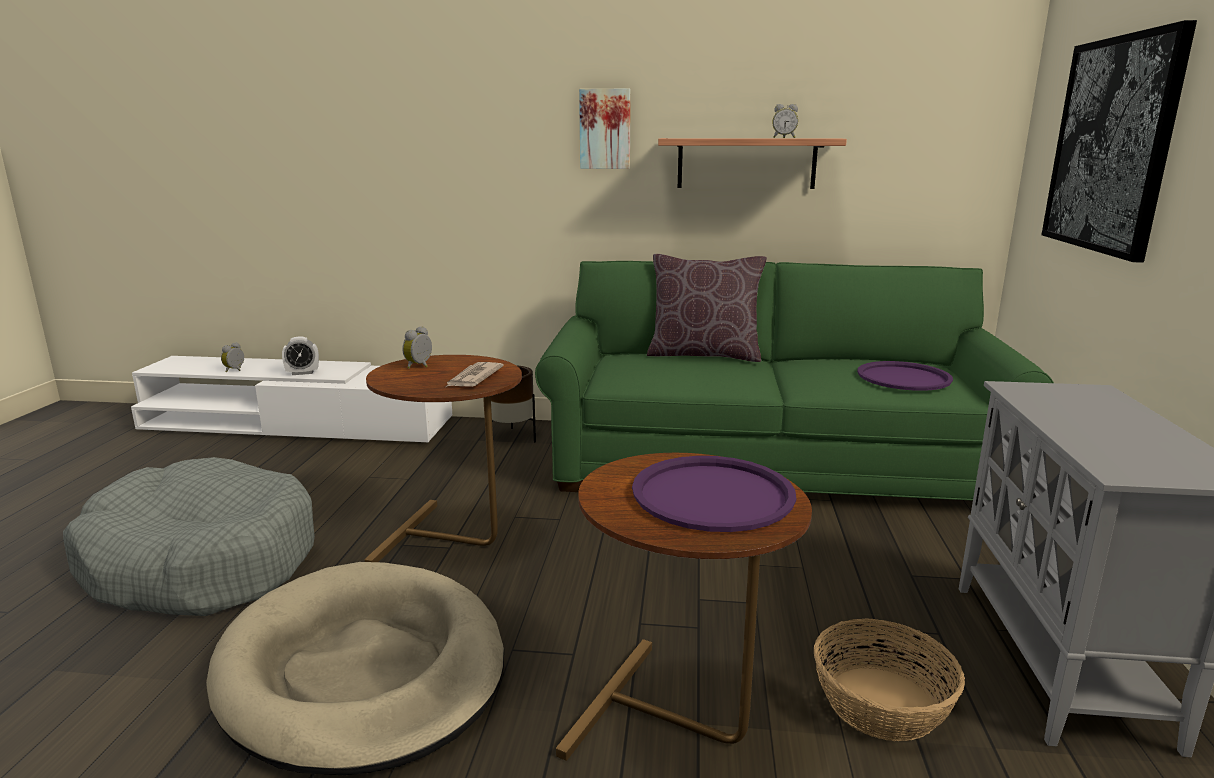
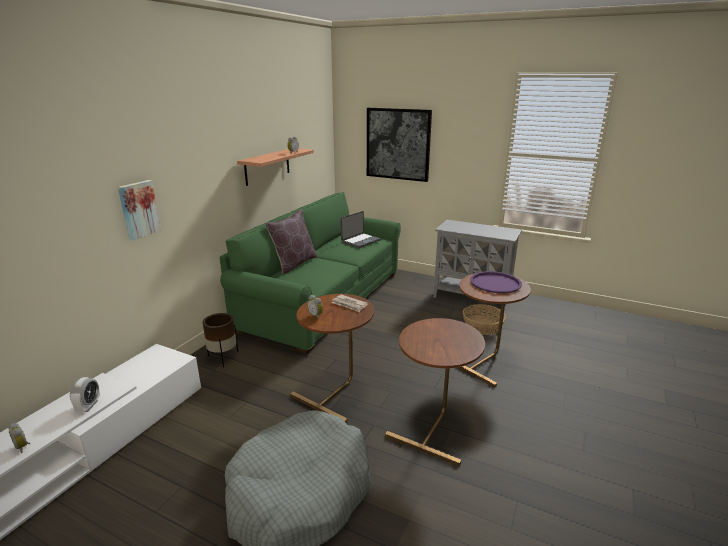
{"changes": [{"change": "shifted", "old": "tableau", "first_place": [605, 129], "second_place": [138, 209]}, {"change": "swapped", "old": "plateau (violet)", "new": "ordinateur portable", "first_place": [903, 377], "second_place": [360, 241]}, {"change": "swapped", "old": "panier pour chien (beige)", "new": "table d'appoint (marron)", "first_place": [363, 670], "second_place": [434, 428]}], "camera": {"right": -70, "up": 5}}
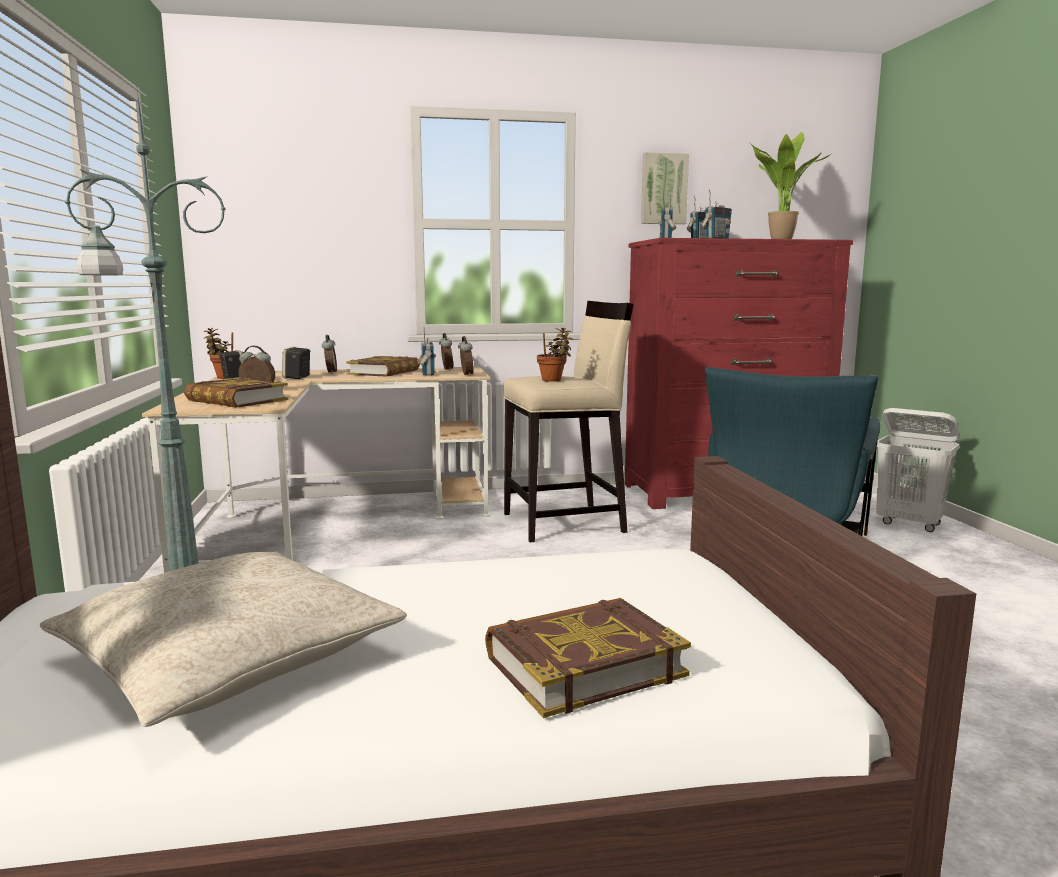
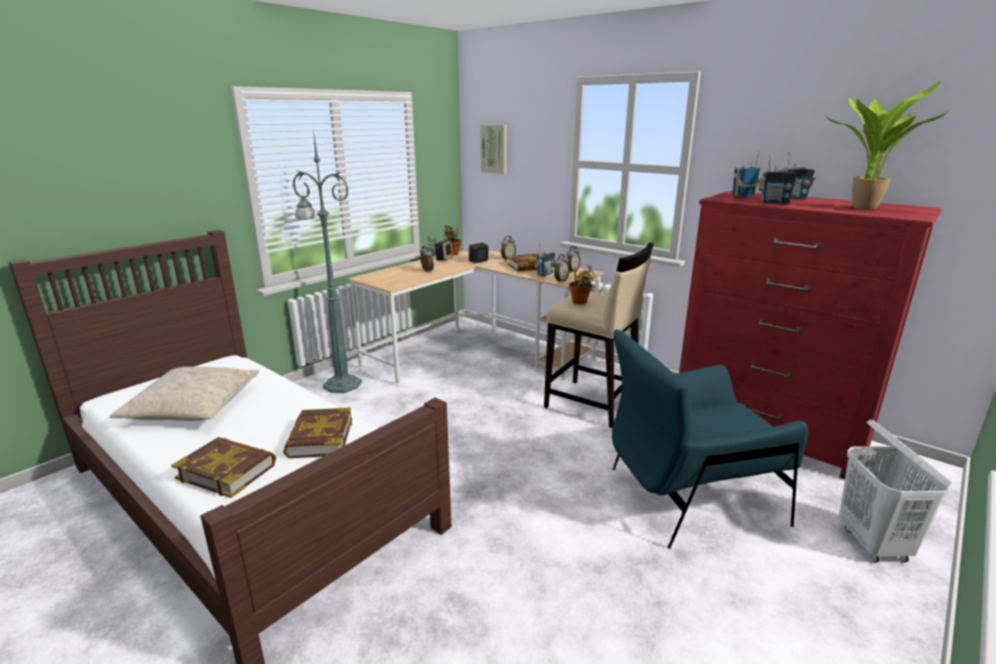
{"changes": [{"change": "shifted", "old": "tableau", "first_place": [663, 189], "second_place": [494, 149]}, {"change": "shifted", "old": "livre", "first_place": [236, 400], "second_place": [320, 438]}], "camera": {"right": 50, "up": 10}}
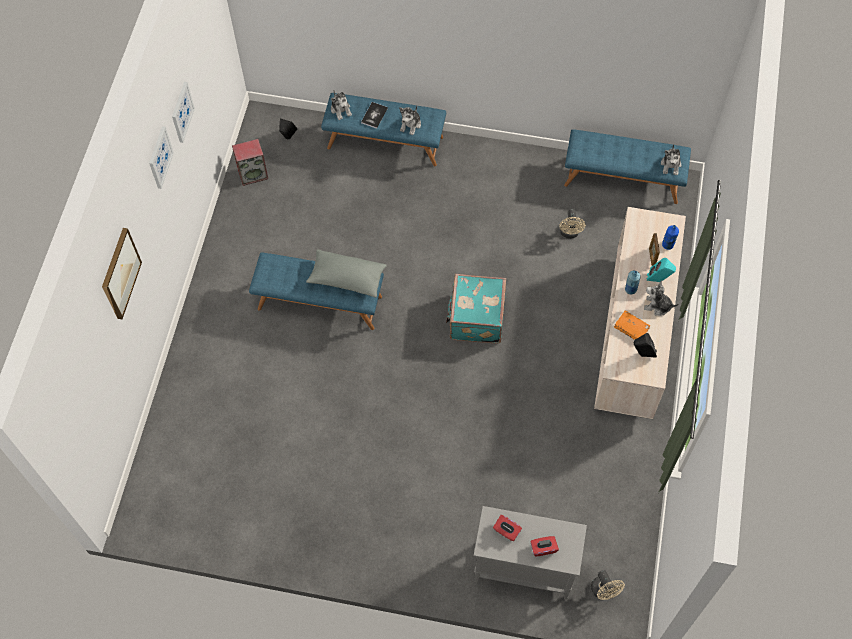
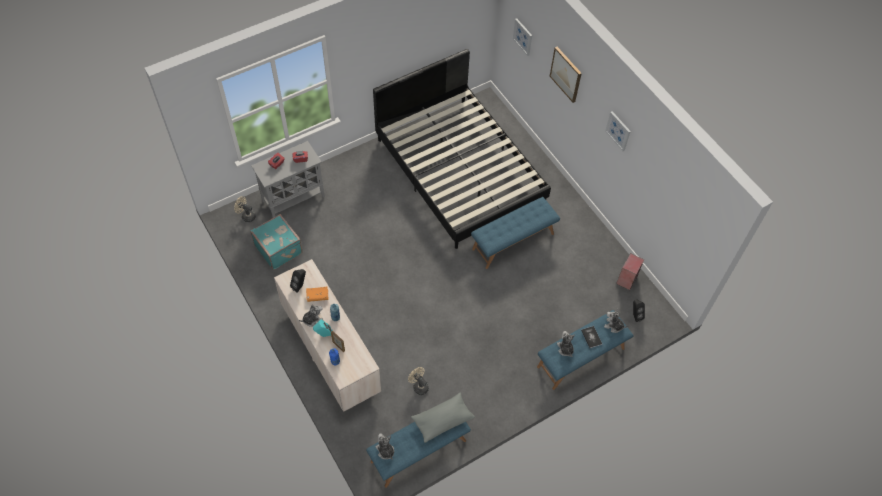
{"changes": [{"change": "shifted", "old": "tableau", "first_place": [182, 112], "second_place": [523, 36]}, {"change": "shifted", "old": "coussin (gris)", "first_place": [347, 278], "second_place": [442, 420]}, {"change": "shifted", "old": "valise (turquoise)", "first_place": [475, 318], "second_place": [279, 248]}, {"change": "new", "new": "lit (noir)", "second_place": [460, 170]}], "camera": {"right": 135, "up": -5}}
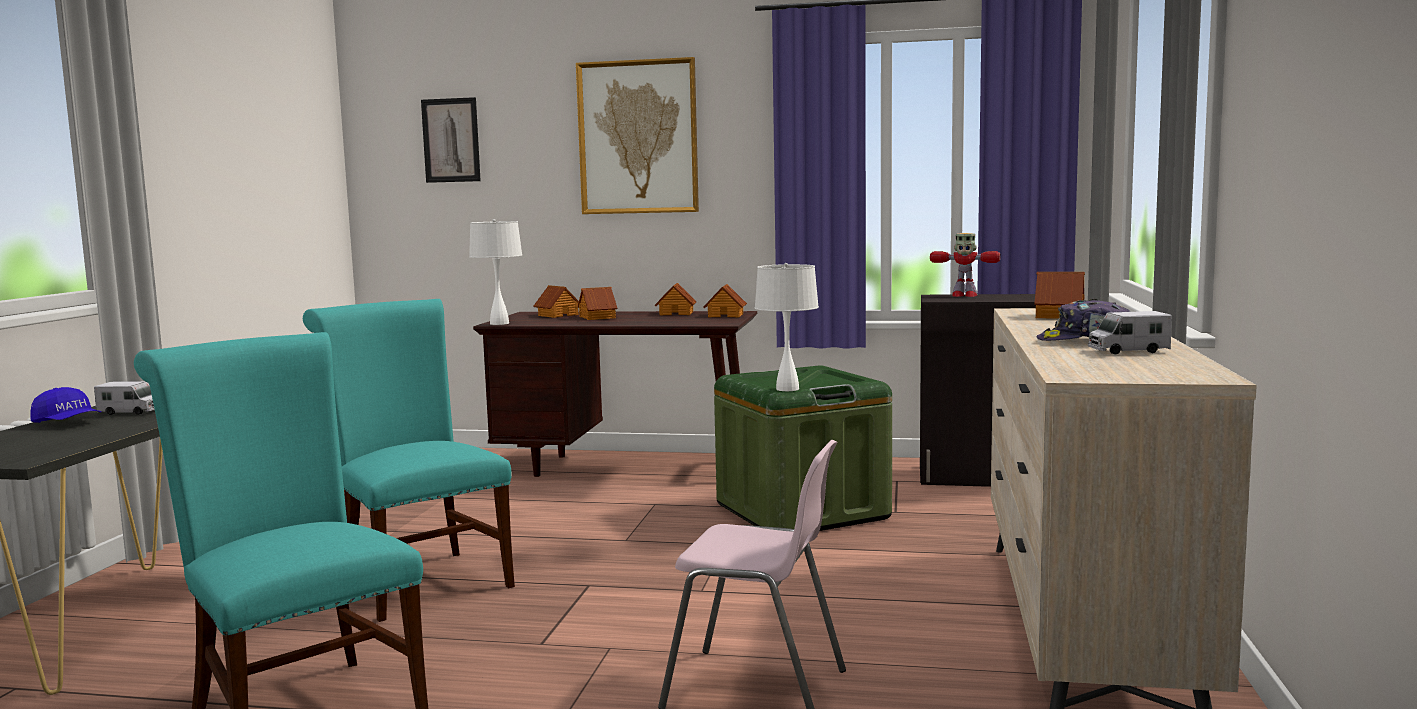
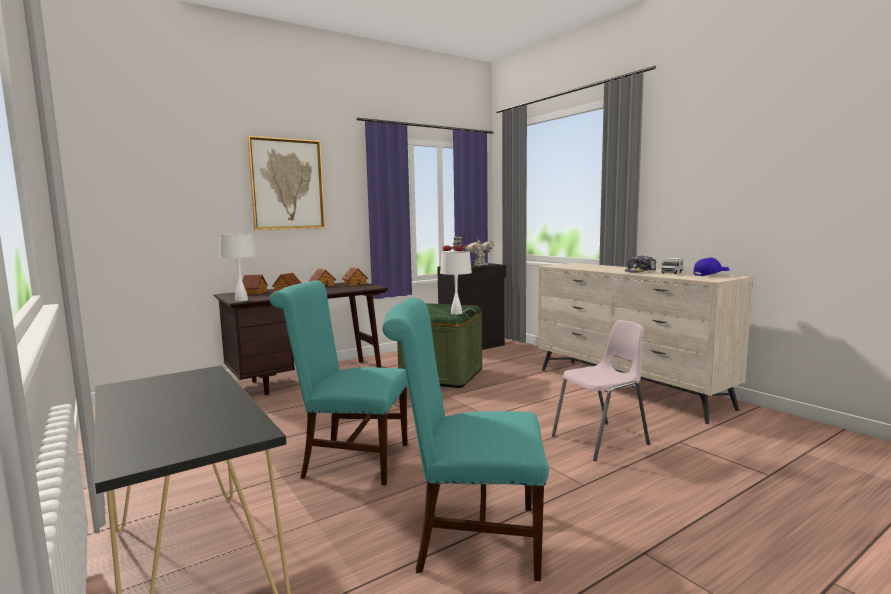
{"changes": [{"change": "gone", "old": "tableau", "first_place": [451, 140]}, {"change": "gone", "old": "maison miniature", "first_place": [1058, 316]}, {"change": "gone", "old": "camion jouet", "first_place": [130, 412]}, {"change": "shifted", "old": "casquette (bleu)", "first_place": [68, 423], "second_place": [710, 275]}, {"change": "new", "new": "robot jouet", "second_place": [479, 265]}], "camera": {"right": -45, "up": 0}}
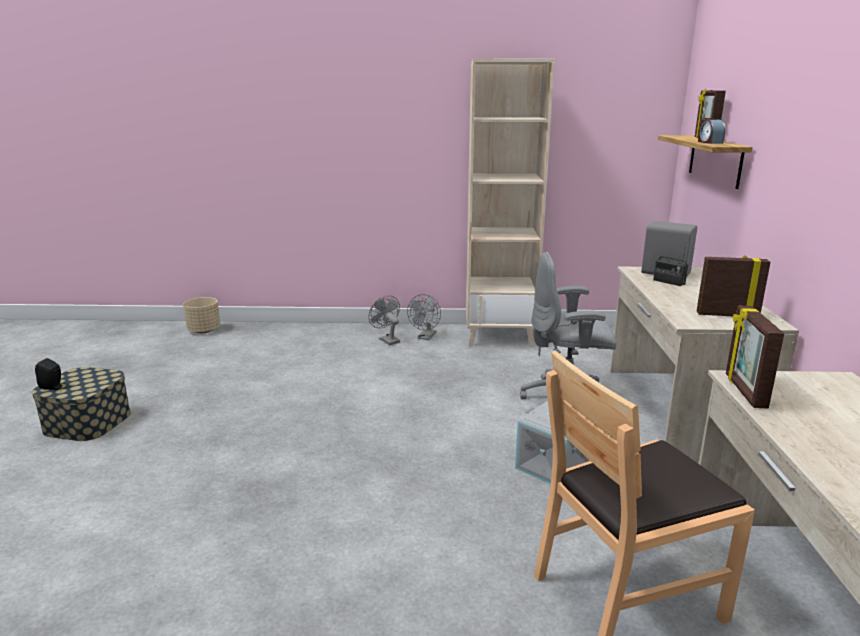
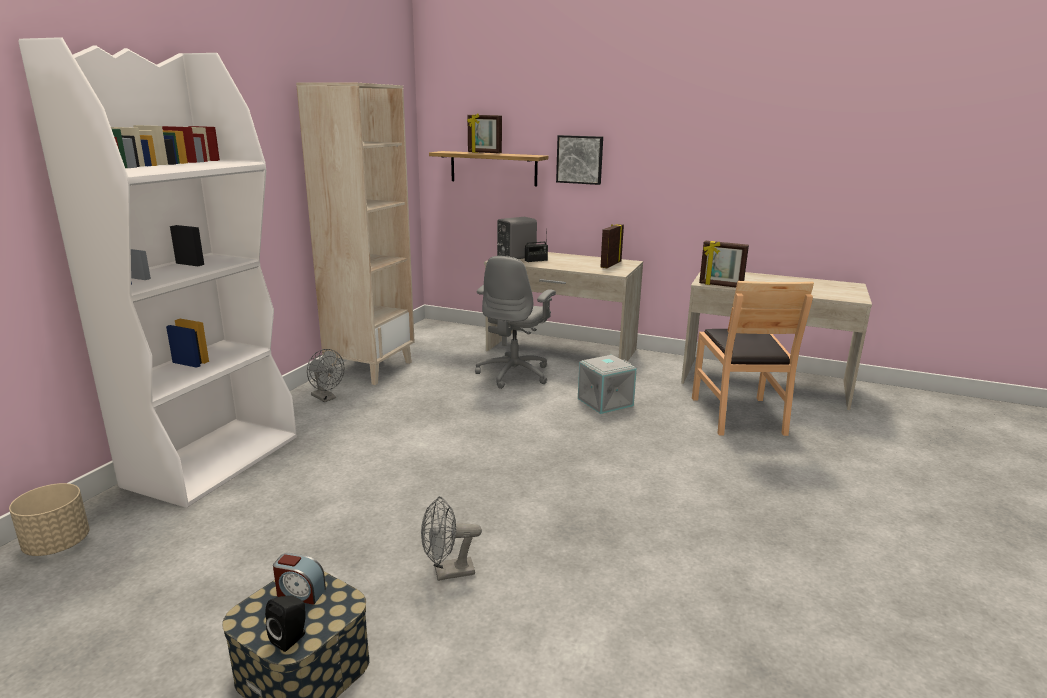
{"changes": [{"change": "shifted", "old": "réveil", "first_place": [709, 142], "second_place": [300, 593]}, {"change": "shifted", "old": "ventilateur (gris)", "first_place": [387, 340], "second_place": [447, 573]}, {"change": "new", "new": "bibliothèque (blanc)", "second_place": [214, 460]}, {"change": "new", "new": "tableau", "second_place": [580, 159]}], "camera": {"right": -70, "up": 0}}
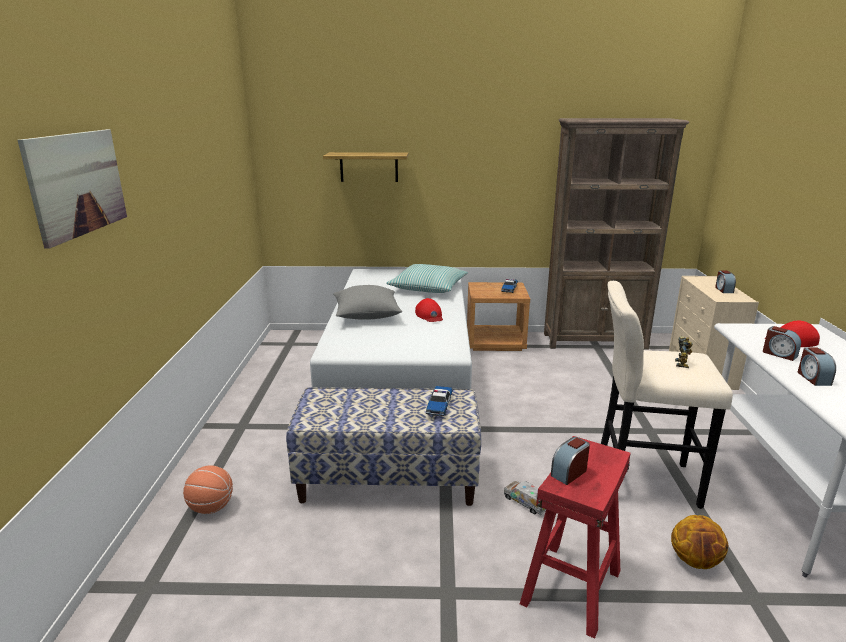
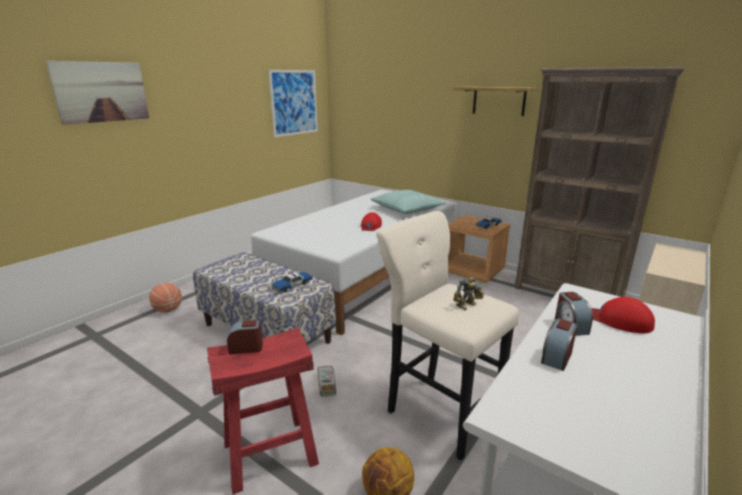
{"changes": [{"change": "shifted", "old": "étagère", "first_place": [369, 167], "second_place": [498, 101]}, {"change": "gone", "old": "réveil", "first_place": [723, 289]}, {"change": "gone", "old": "coussin (gris)", "first_place": [366, 315]}, {"change": "new", "new": "tableau", "second_place": [294, 102]}], "camera": {"right": 35, "up": 0}}
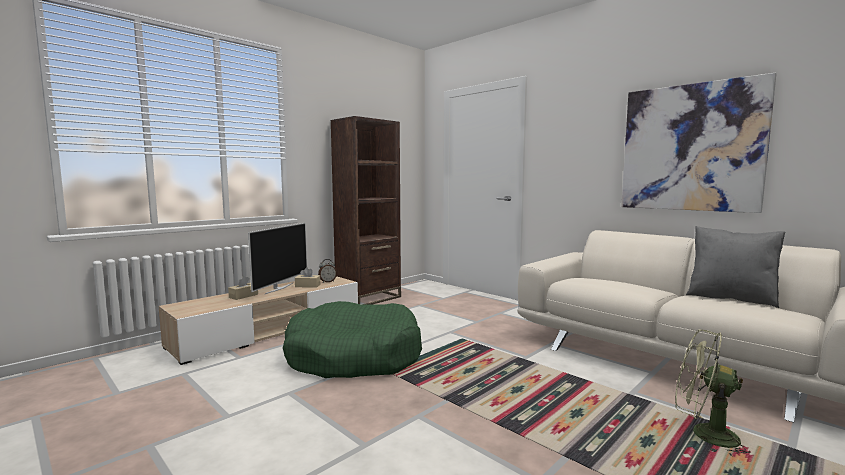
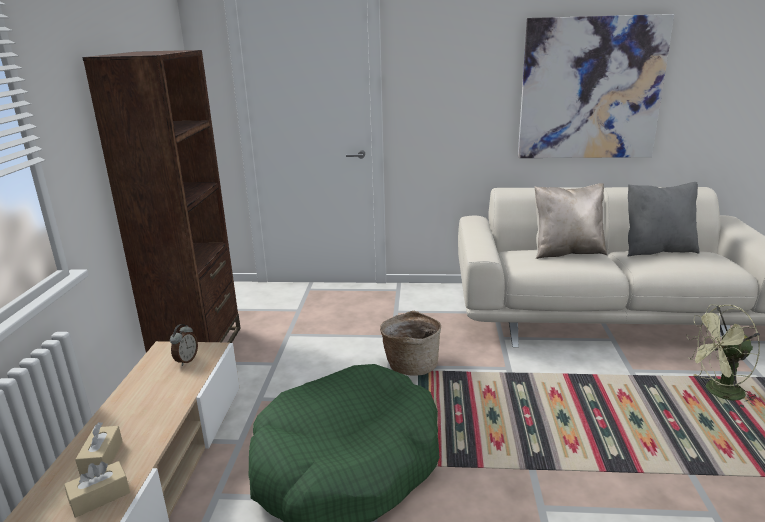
{"changes": [{"change": "gone", "old": "téléviseur", "first_place": [278, 288]}, {"change": "shifted", "old": "boîte à mouchoirs (beige)", "first_place": [307, 286], "second_place": [100, 497]}, {"change": "new", "new": "coussin (beige)", "second_place": [566, 252]}, {"change": "new", "new": "panier", "second_place": [410, 365]}], "camera": {"right": -40, "up": 15}}
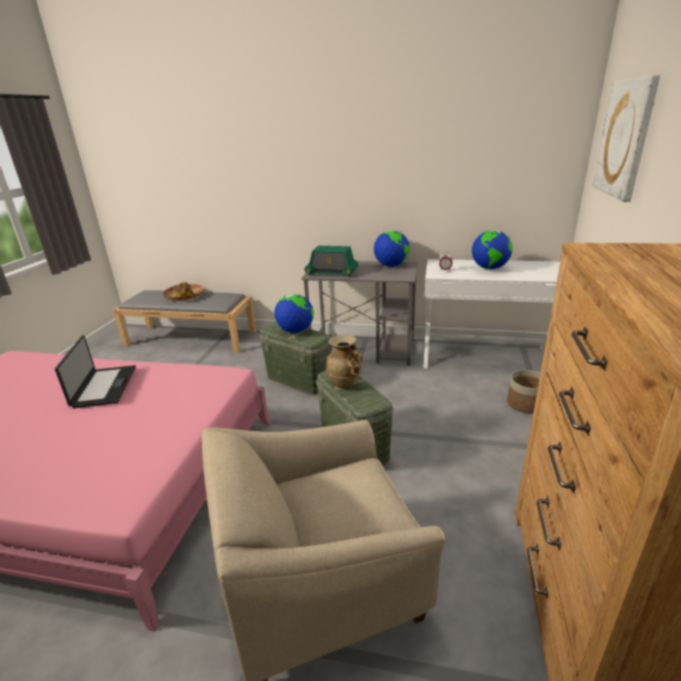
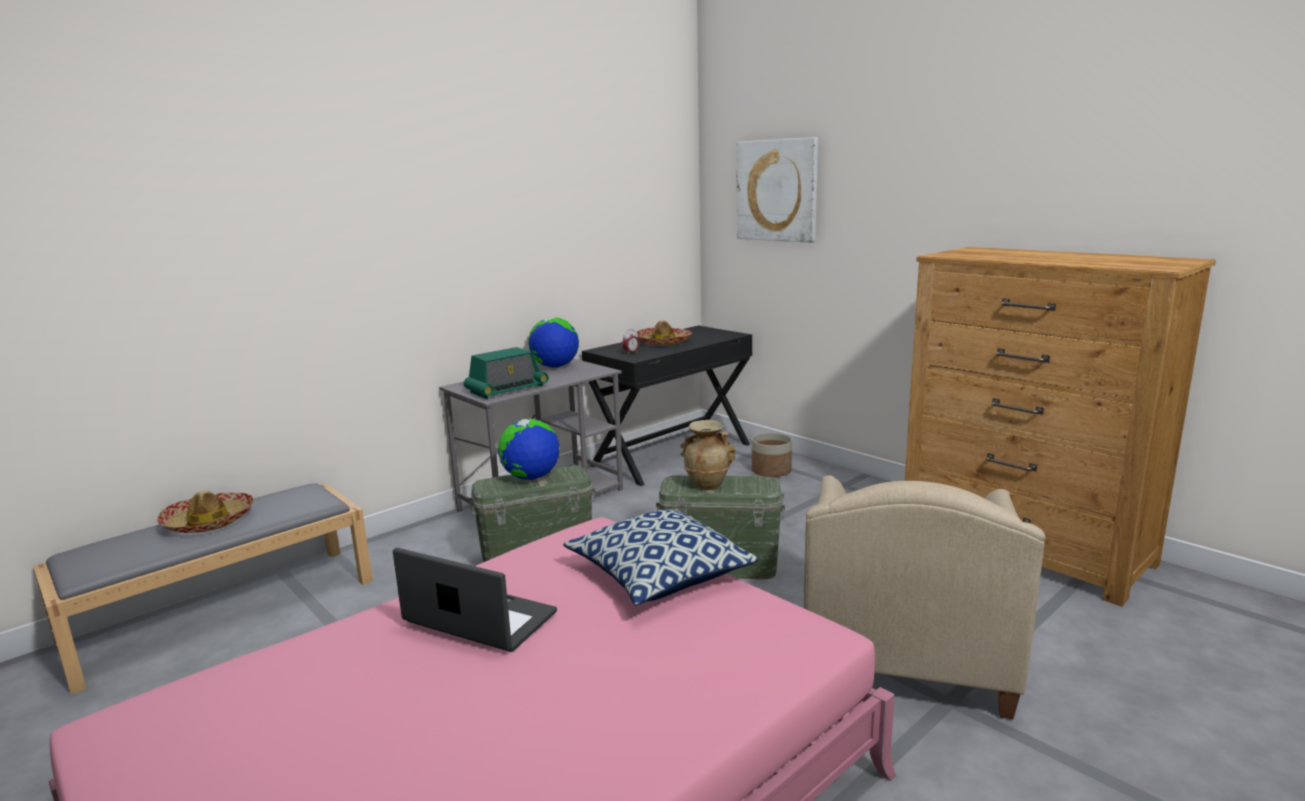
{"changes": [{"change": "swapped", "old": "globe", "new": "chapeau", "first_place": [489, 268], "second_place": [663, 342]}, {"change": "repainted", "old": "bureau (blanc)", "new": "bureau (noir)", "first_place": [485, 357], "second_place": [671, 454]}, {"change": "new", "new": "coussin", "second_place": [658, 575]}], "camera": {"right": -55, "up": -10}}
